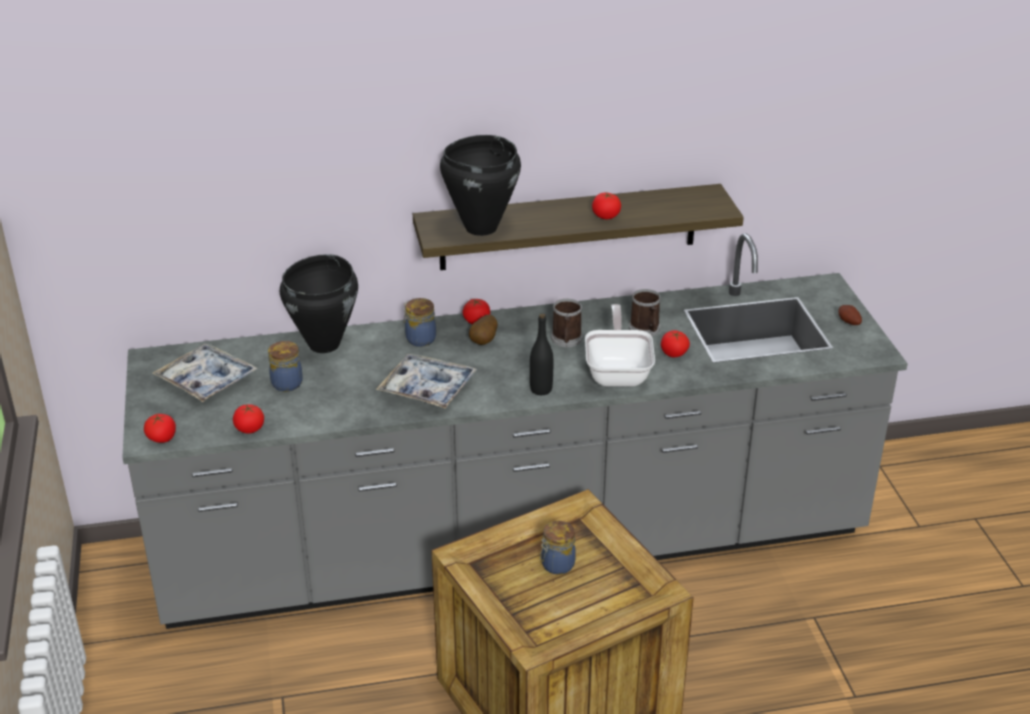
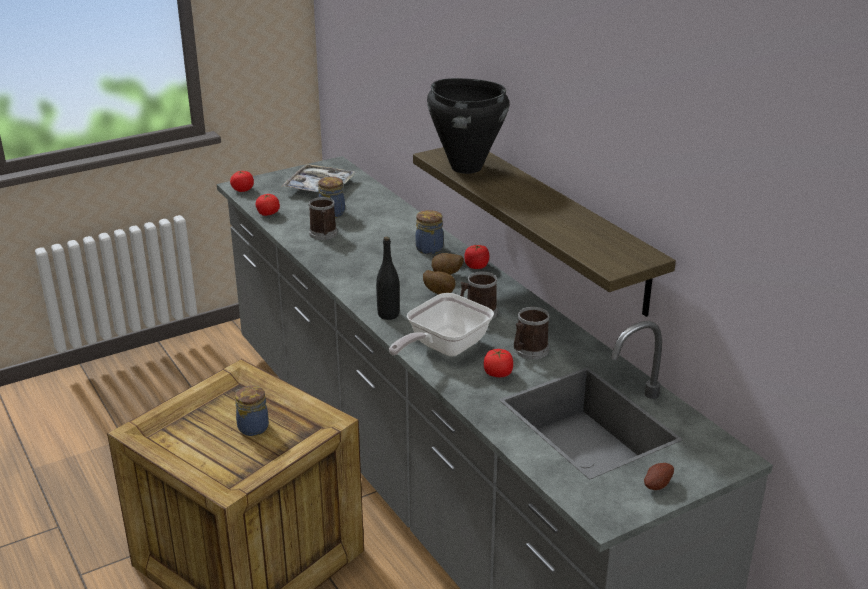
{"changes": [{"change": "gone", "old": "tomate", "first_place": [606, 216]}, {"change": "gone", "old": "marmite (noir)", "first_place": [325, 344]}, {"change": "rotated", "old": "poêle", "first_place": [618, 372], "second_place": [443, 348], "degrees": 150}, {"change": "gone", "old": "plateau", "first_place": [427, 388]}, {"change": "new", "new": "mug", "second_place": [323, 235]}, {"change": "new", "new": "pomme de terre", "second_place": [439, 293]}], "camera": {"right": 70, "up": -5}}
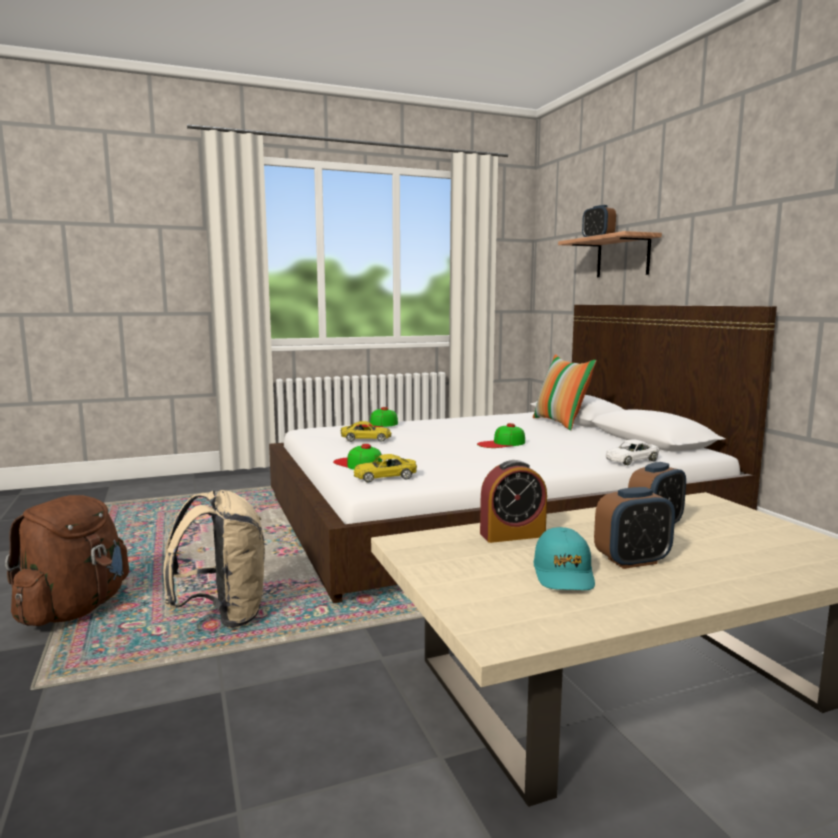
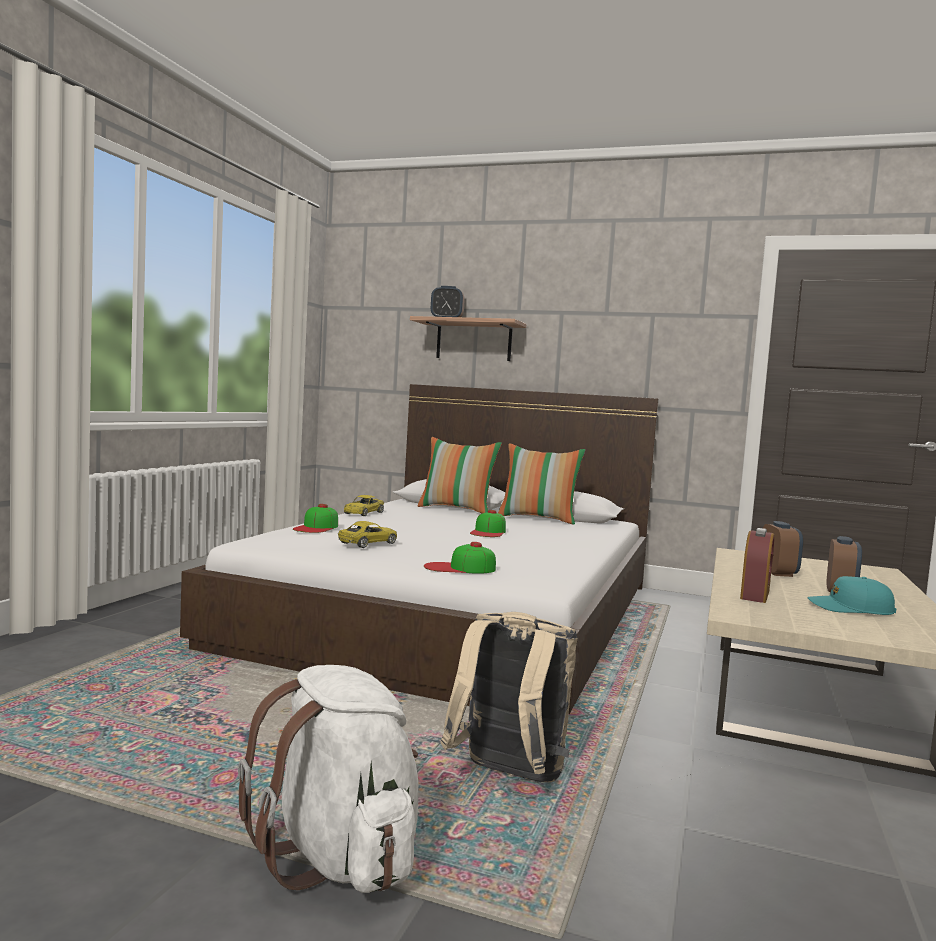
{"changes": [{"change": "gone", "old": "petite voiture (blanc)", "first_place": [632, 460]}, {"change": "shifted", "old": "petite voiture (jaune)", "first_place": [385, 477], "second_place": [364, 513]}, {"change": "repainted", "old": "sac à dos (marron)", "new": "sac à dos (blanc)", "first_place": [74, 610], "second_place": [338, 857]}, {"change": "rotated", "old": "casquette (turquoise)", "first_place": [563, 573], "second_place": [850, 609], "degrees": 150}, {"change": "new", "new": "coussin", "second_place": [538, 518]}], "camera": {"right": -50, "up": -5}}
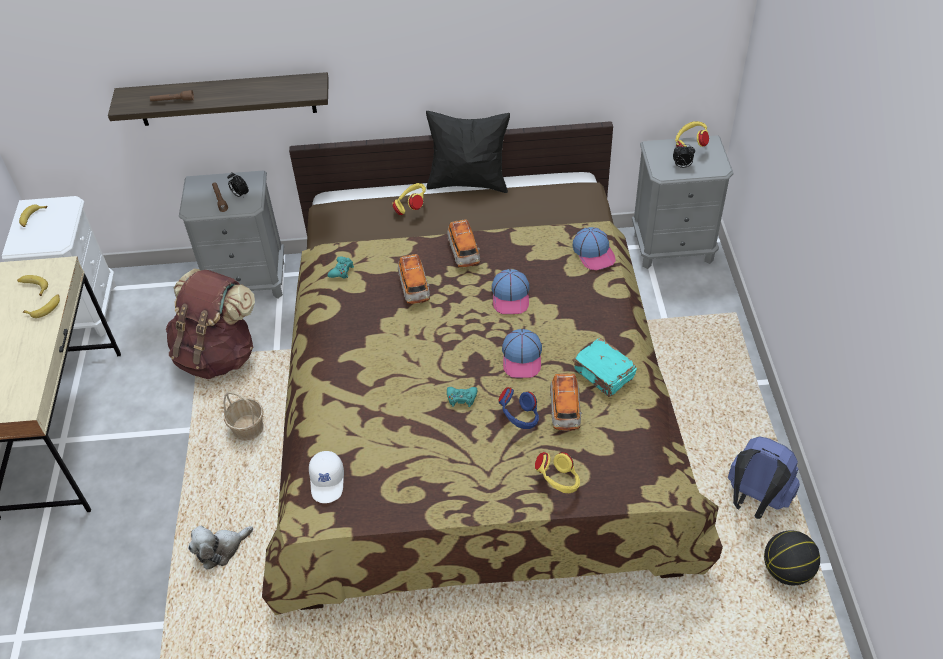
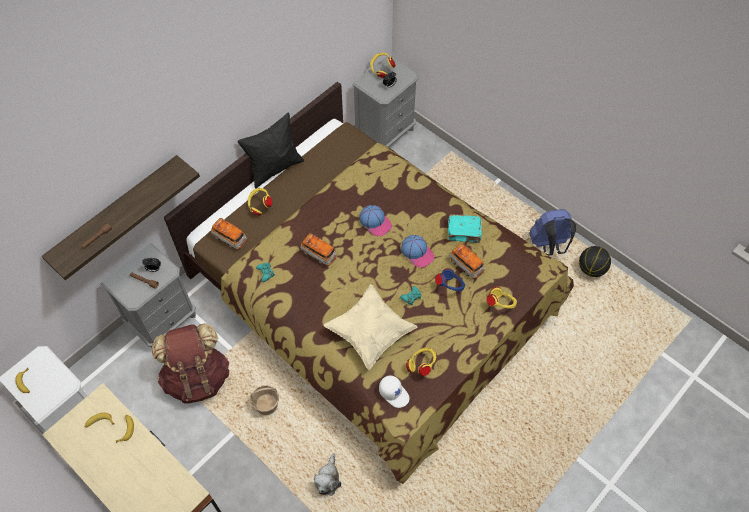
{"changes": [{"change": "shifted", "old": "petite voiture", "first_place": [464, 252], "second_place": [230, 238]}, {"change": "gone", "old": "casquette", "first_place": [594, 253]}, {"change": "new", "new": "coussin (beige)", "second_place": [370, 333]}, {"change": "new", "new": "casque audio (jaune)", "second_place": [421, 365]}], "camera": {"right": -45, "up": 10}}
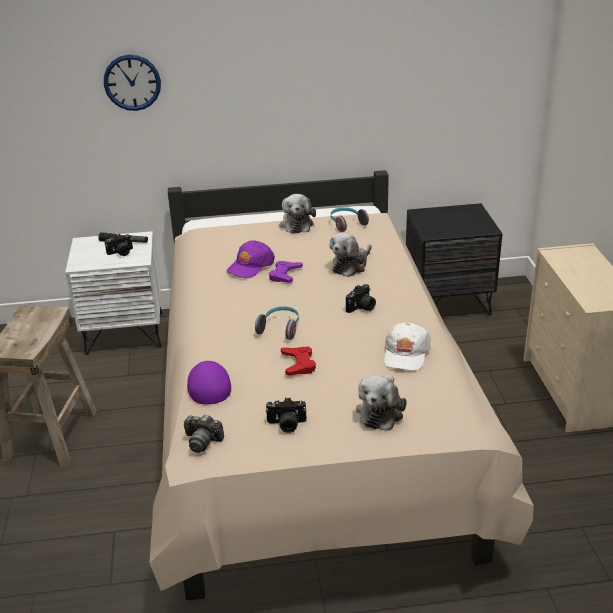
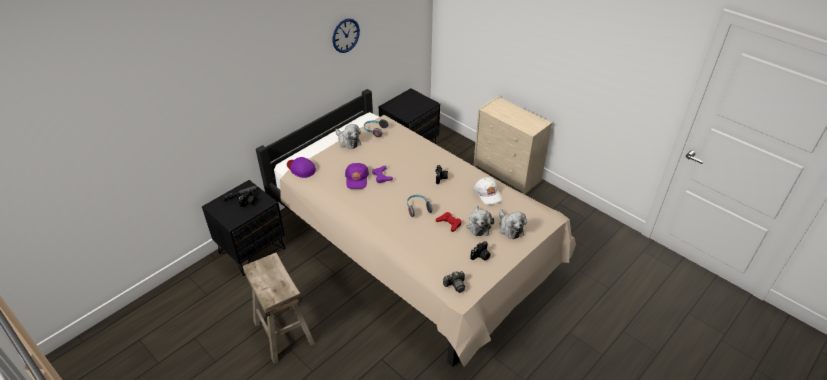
{"changes": [{"change": "shifted", "old": "horloge murale", "first_place": [132, 82], "second_place": [345, 35]}, {"change": "repainted", "old": "table de chevet (blanc)", "new": "table de chevet (noir)", "first_place": [125, 333], "second_place": [252, 250]}, {"change": "shifted", "old": "peluche", "first_place": [351, 265], "second_place": [478, 225]}, {"change": "shifted", "old": "casquette (violet)", "first_place": [208, 384], "second_place": [301, 168]}], "camera": {"right": -40, "up": 10}}
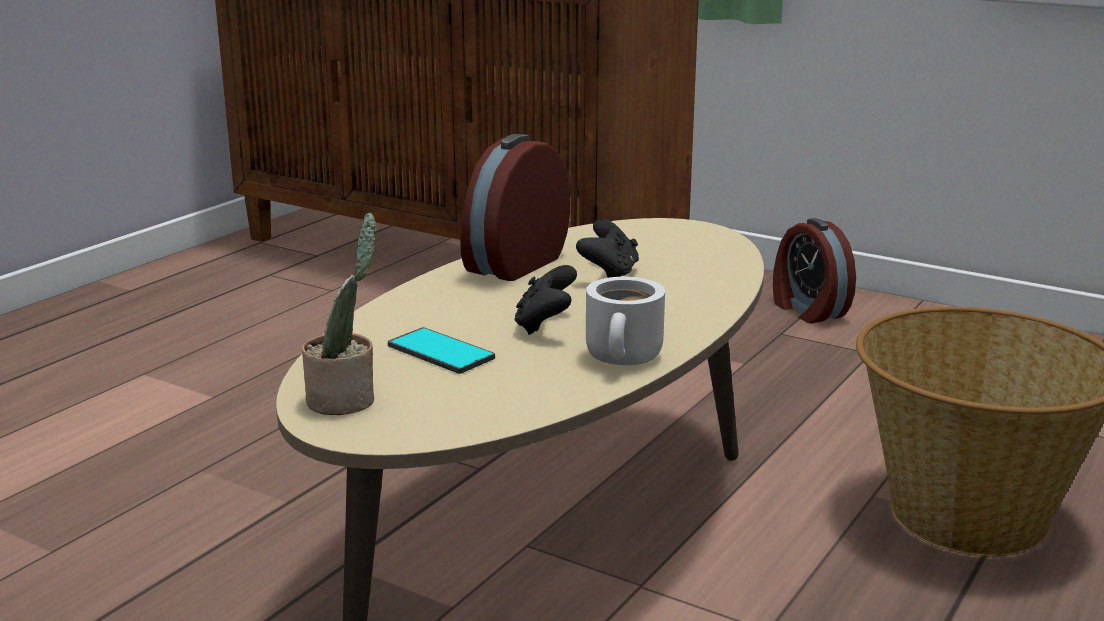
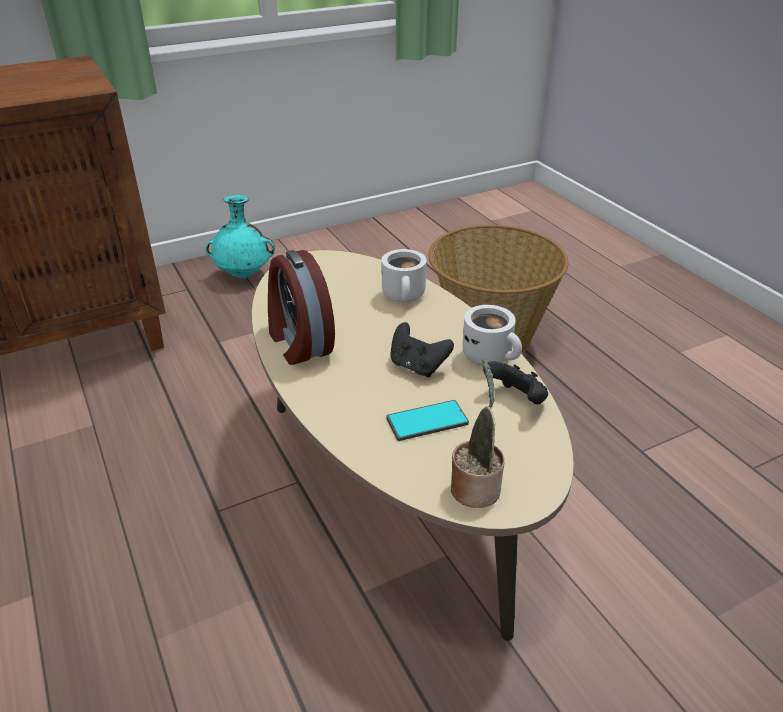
{"changes": [{"change": "swapped", "old": "réveil", "new": "vase (turquoise)", "first_place": [807, 310], "second_place": [244, 275]}, {"change": "shifted", "old": "manette (noir)", "first_place": [609, 273], "second_place": [517, 399]}, {"change": "new", "new": "mug (blanc)", "second_place": [405, 296]}], "camera": {"right": -60, "up": 15}}
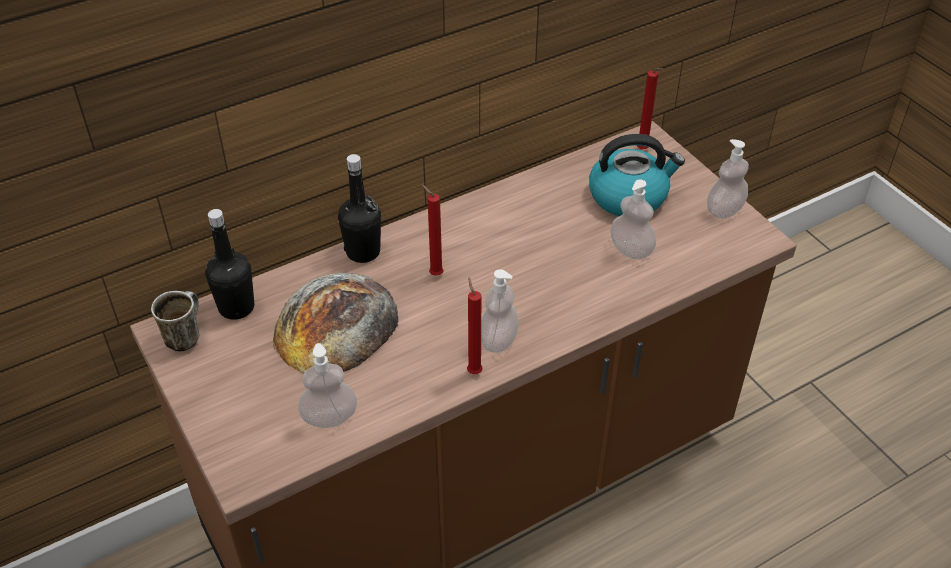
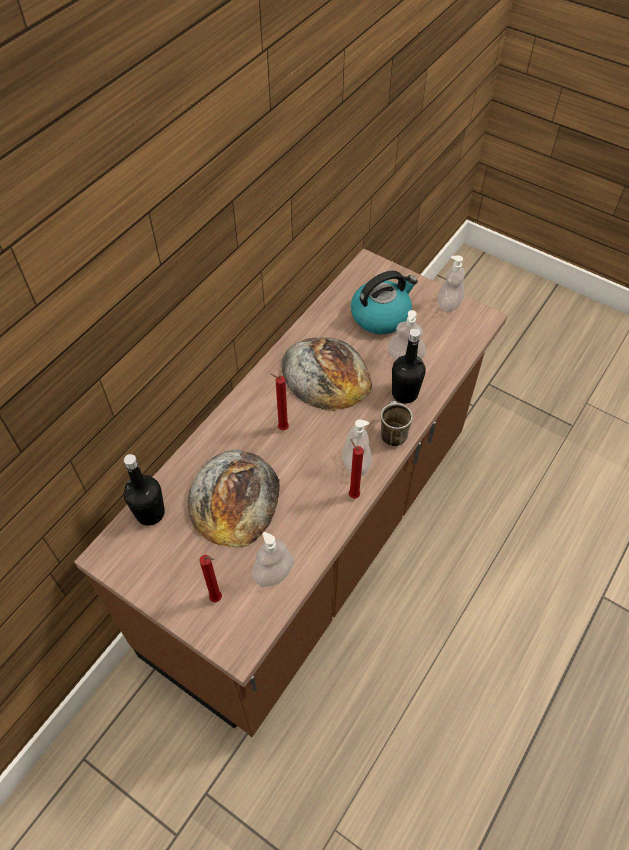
{"changes": [{"change": "shifted", "old": "bougie (rouge)", "first_place": [643, 150], "second_place": [218, 599]}, {"change": "shifted", "old": "bouteille (noir)", "first_place": [363, 252], "second_place": [404, 393]}, {"change": "shifted", "old": "mug", "first_place": [184, 335], "second_place": [391, 433]}, {"change": "new", "new": "pain", "second_place": [326, 373]}], "camera": {"right": -25, "up": 10}}
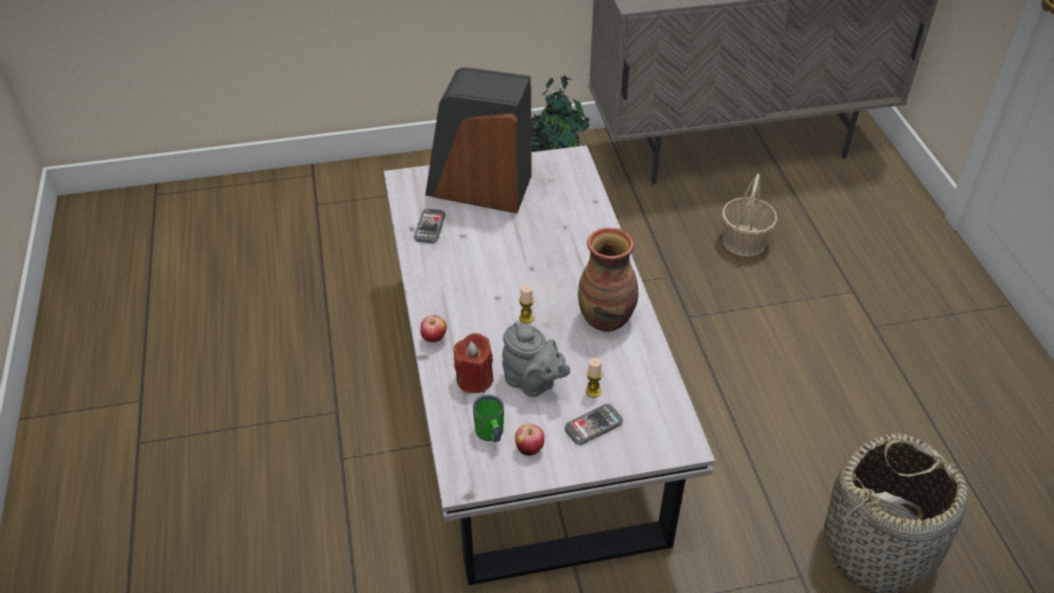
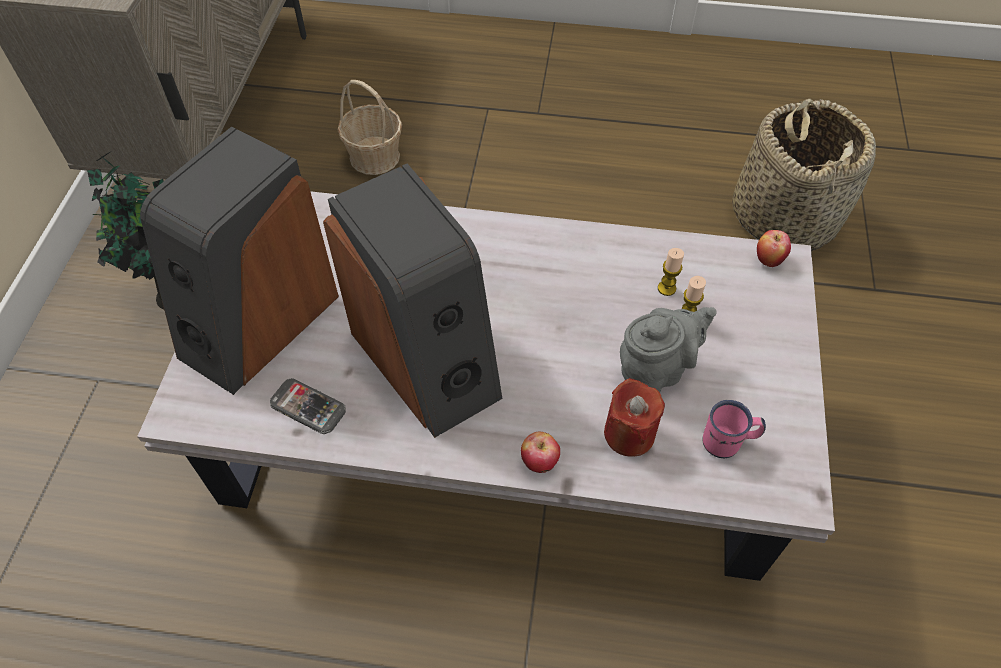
{"changes": [{"change": "gone", "old": "vase", "first_place": [607, 318]}, {"change": "shifted", "old": "bougie", "first_place": [526, 318], "second_place": [666, 288]}, {"change": "repainted", "old": "mug (vert)", "new": "mug (rose)", "first_place": [490, 435], "second_place": [728, 442]}, {"change": "gone", "old": "téléphone", "first_place": [593, 425]}, {"change": "shifted", "old": "pomme", "first_place": [529, 449], "second_place": [768, 259]}, {"change": "new", "new": "enceinte", "second_place": [427, 361]}], "camera": {"right": -70, "up": 10}}
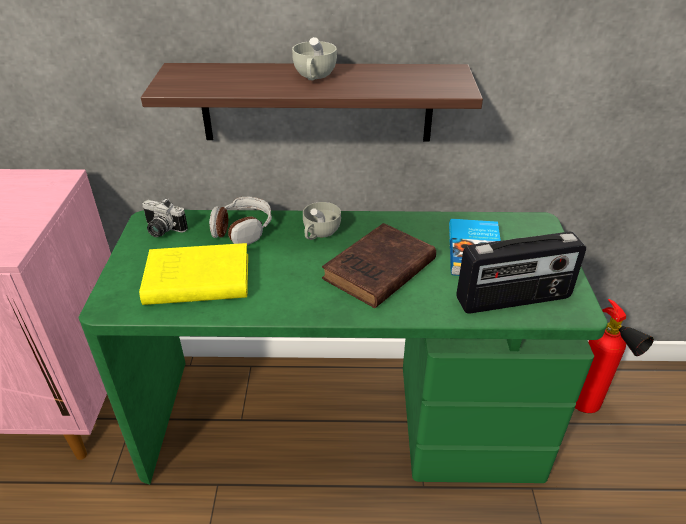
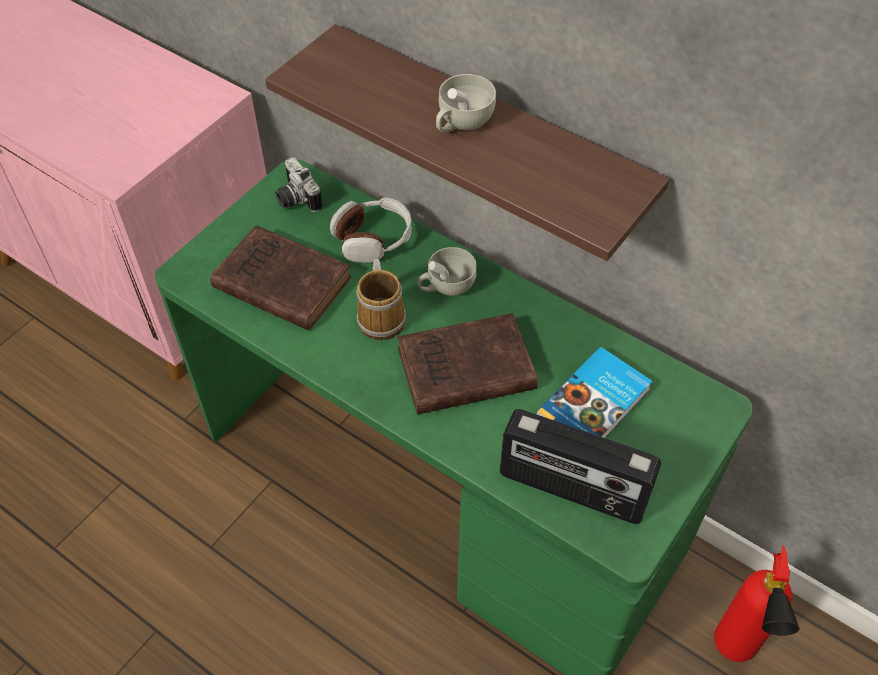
{"changes": [{"change": "repainted", "old": "livre (jaune)", "new": "livre (marron)", "first_place": [195, 280], "second_place": [279, 282]}, {"change": "new", "new": "mug", "second_place": [383, 318]}], "camera": {"right": 35, "up": 15}}
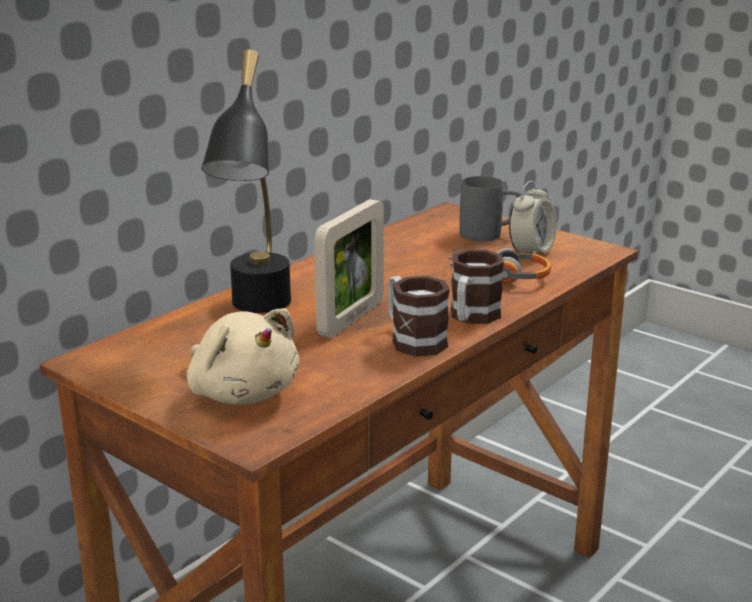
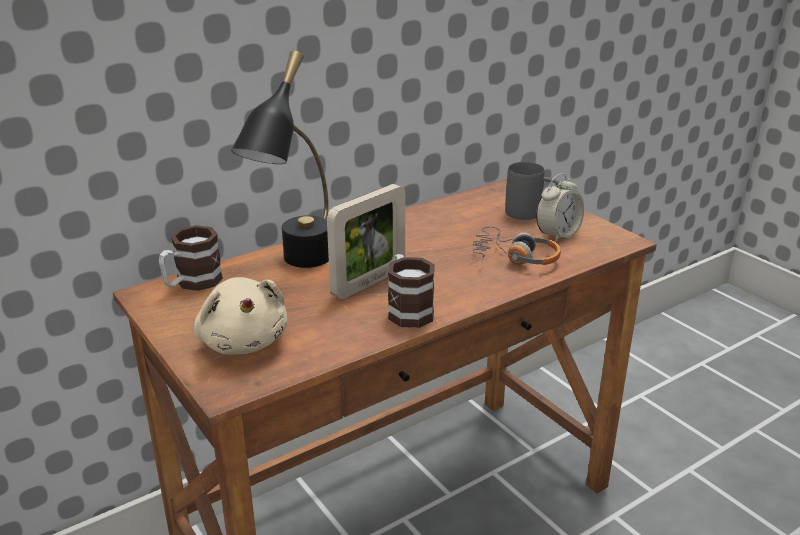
{"changes": [{"change": "shifted", "old": "mug", "first_place": [471, 318], "second_place": [192, 283]}], "camera": {"right": 15, "up": 5}}
